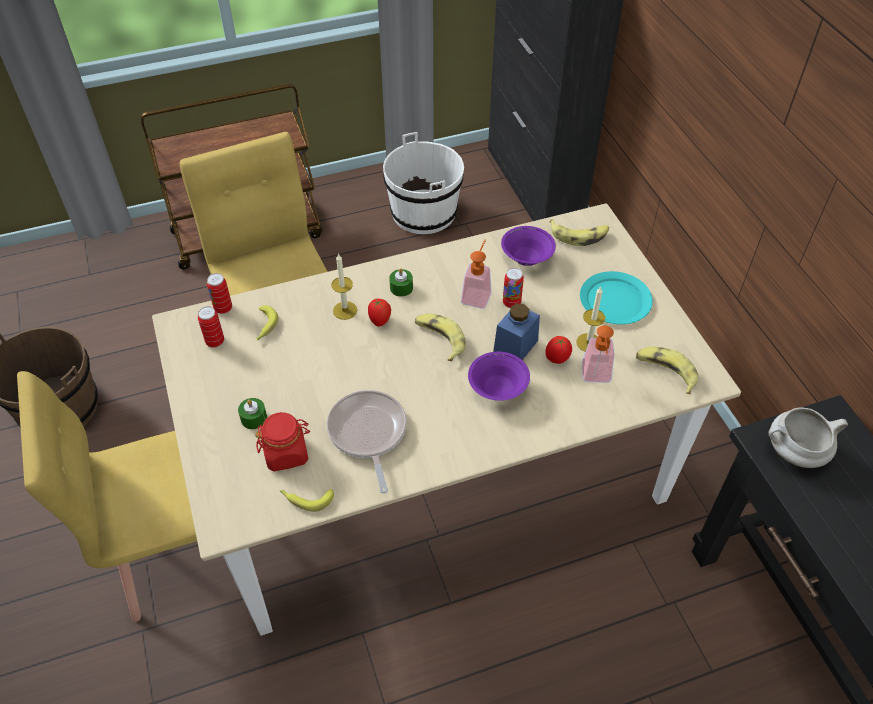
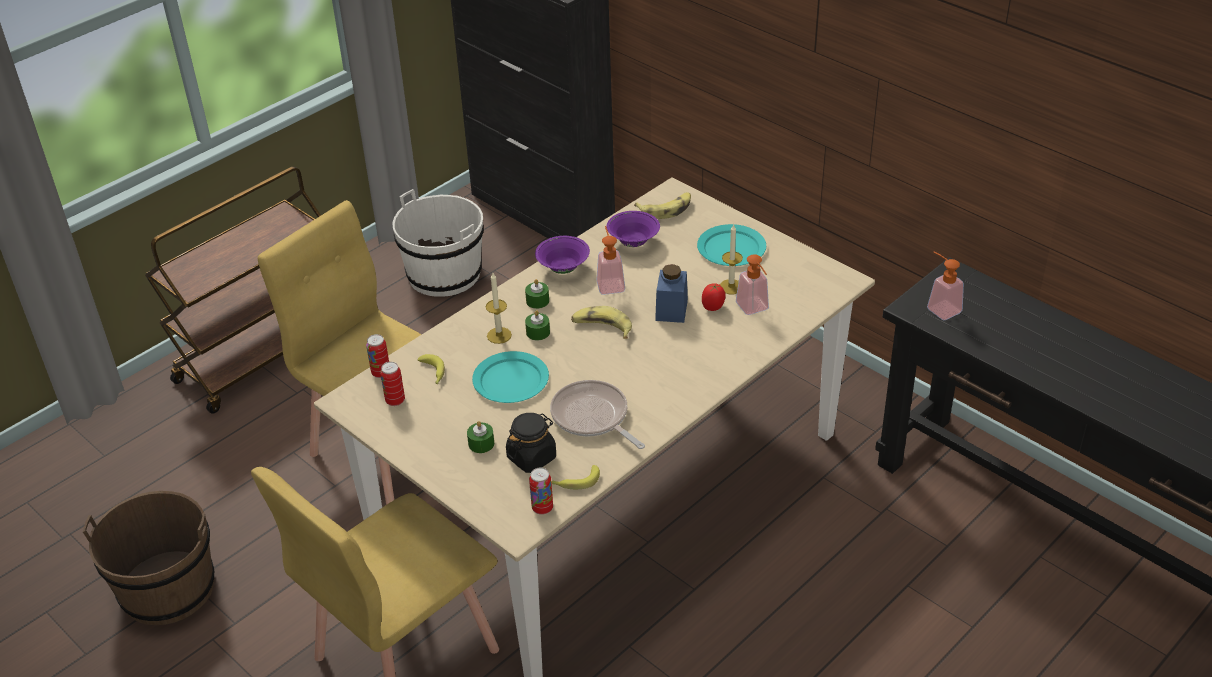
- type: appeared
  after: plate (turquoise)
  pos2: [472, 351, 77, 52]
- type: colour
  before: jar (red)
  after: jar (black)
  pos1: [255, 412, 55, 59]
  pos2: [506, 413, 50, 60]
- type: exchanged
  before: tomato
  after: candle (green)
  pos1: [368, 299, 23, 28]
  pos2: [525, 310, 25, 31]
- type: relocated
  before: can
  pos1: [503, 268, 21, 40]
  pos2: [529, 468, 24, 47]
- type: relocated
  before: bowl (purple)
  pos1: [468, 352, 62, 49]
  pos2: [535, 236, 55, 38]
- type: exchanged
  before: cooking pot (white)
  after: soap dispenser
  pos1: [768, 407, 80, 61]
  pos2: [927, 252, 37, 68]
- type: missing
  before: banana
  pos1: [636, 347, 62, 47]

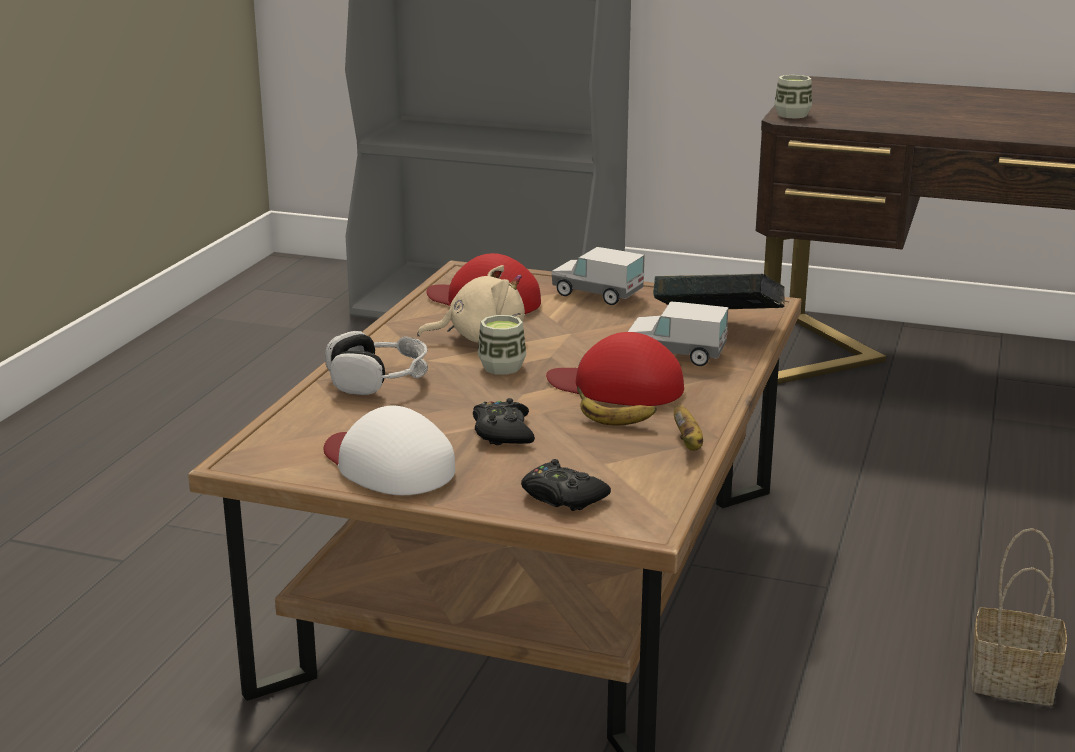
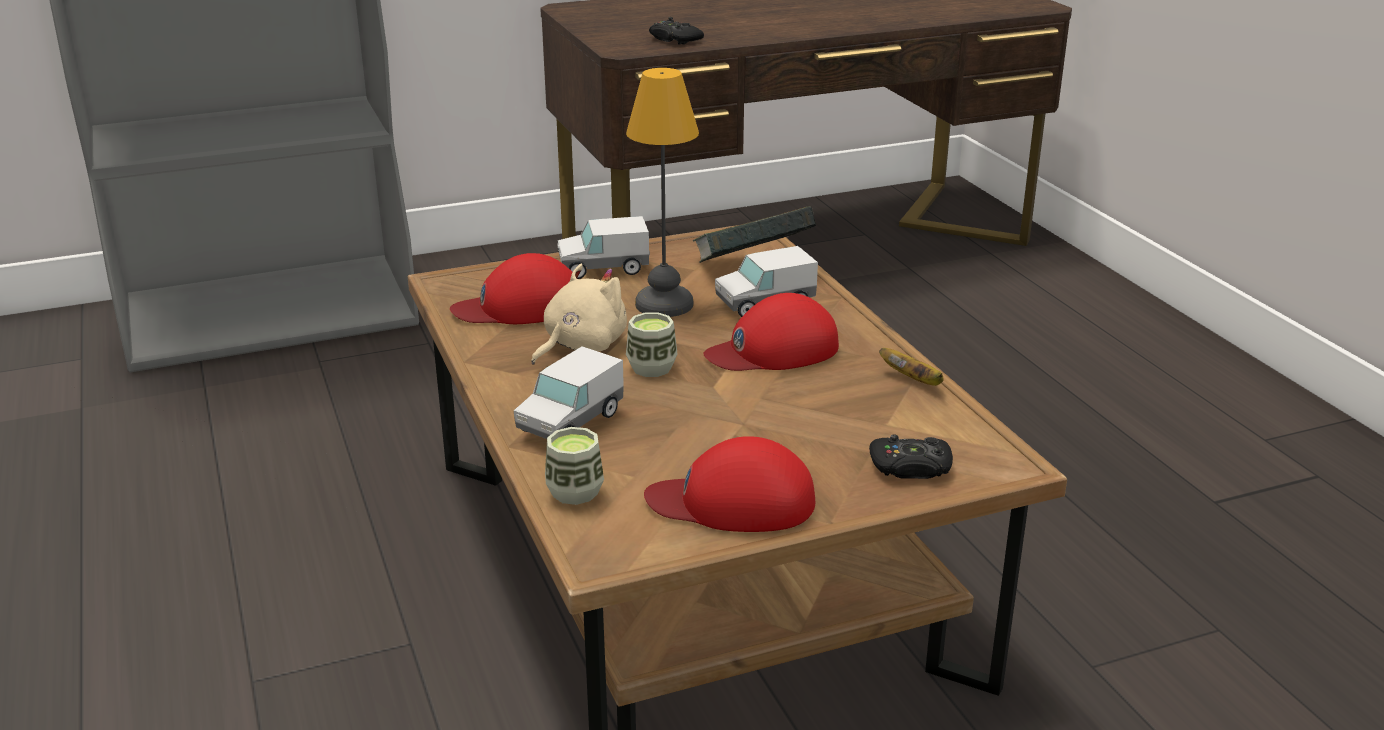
- type: exchanged
  before: headphones
  after: toy truck
  pos1: [325, 331, 103, 64]
  pos2: [514, 346, 110, 93]
- type: relocated
  before: cup
  pos1: [774, 75, 38, 44]
  pos2: [545, 427, 59, 78]
- type: appeared
  after: table lamp
  pos2: [626, 68, 73, 249]
- type: colour
  before: cap (white)
  after: cap (red)
  pos1: [324, 406, 131, 89]
  pos2: [644, 436, 171, 96]
- type: relocated
  before: game controller (black)
  pos1: [473, 398, 62, 47]
  pos2: [649, 17, 55, 28]
- type: missing
  before: banana
  pos1: [577, 387, 80, 38]
- type: missing
  before: basket
  pos1: [972, 528, 95, 178]

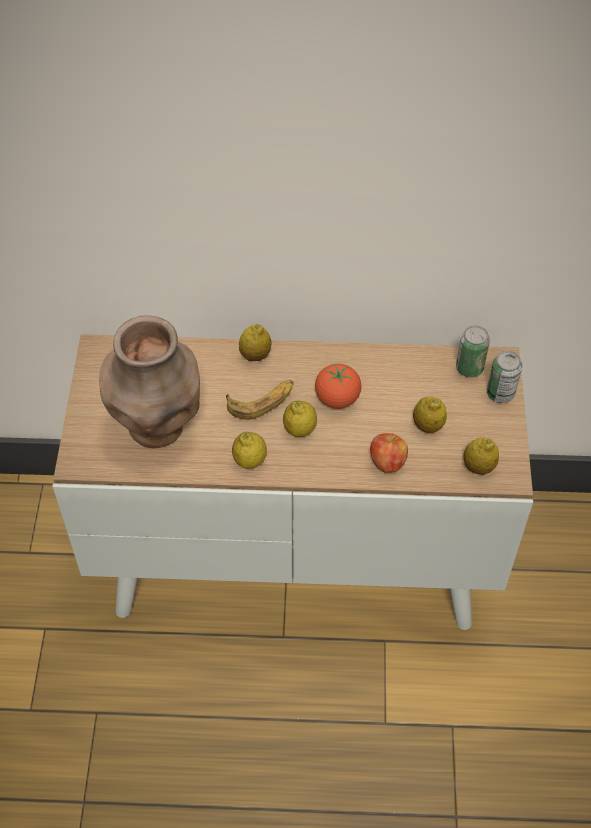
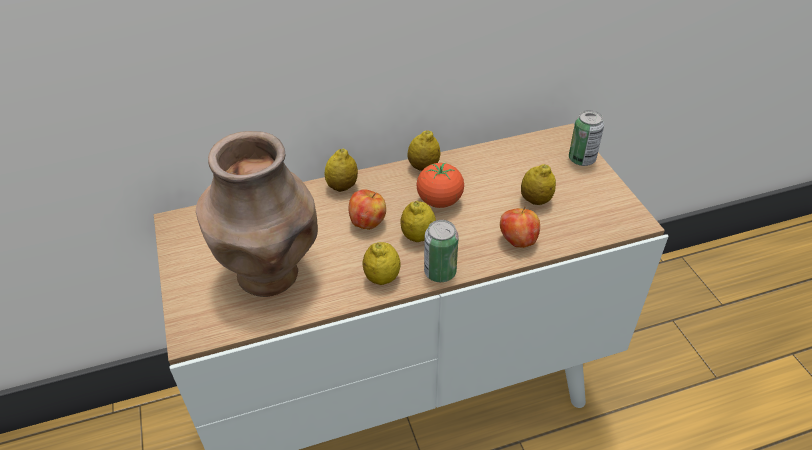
- type: exchanged
  before: banana
  after: apple
  pos1: [226, 380, 68, 40]
  pos2: [348, 189, 38, 41]
- type: relocated
  before: lemon
  pos1: [463, 438, 36, 37]
  pos2: [407, 130, 34, 41]
- type: relocated
  before: can
  pos1: [456, 325, 34, 52]
  pos2: [424, 220, 35, 62]

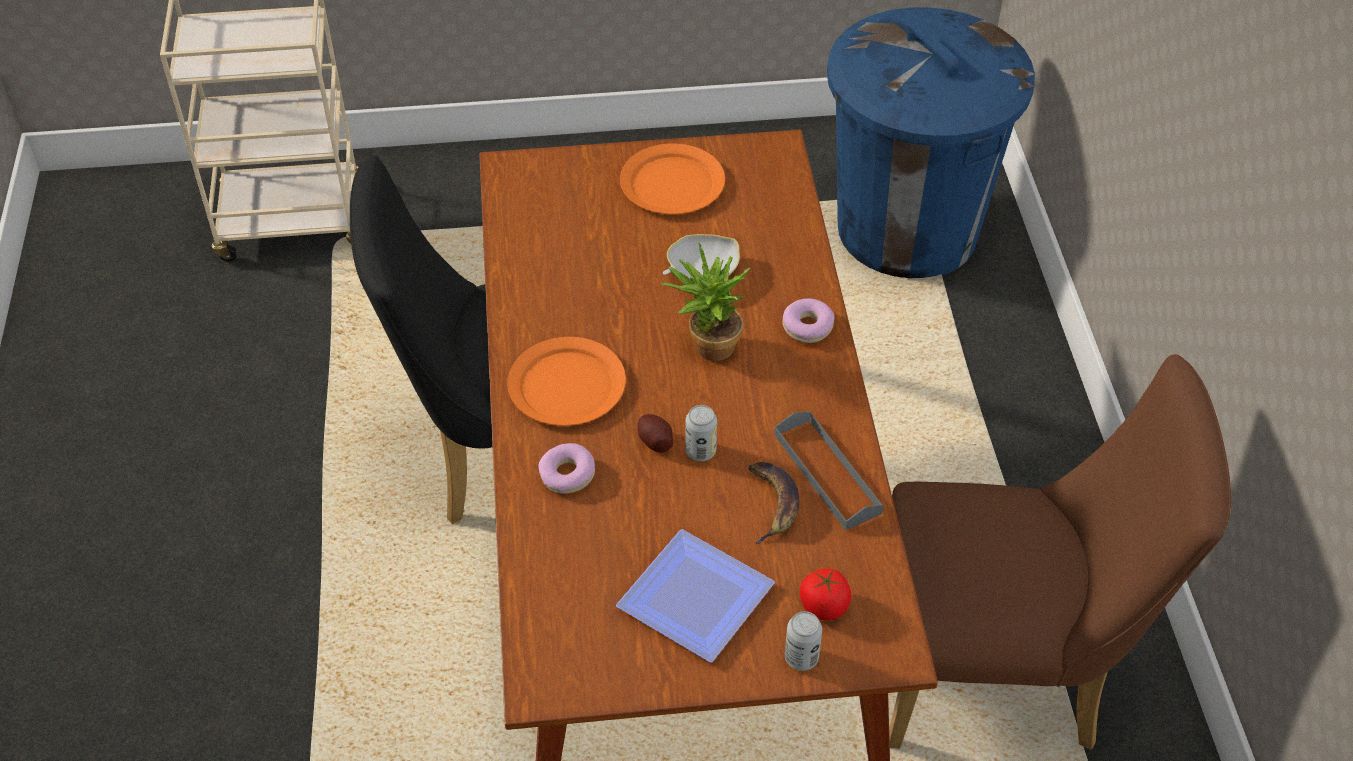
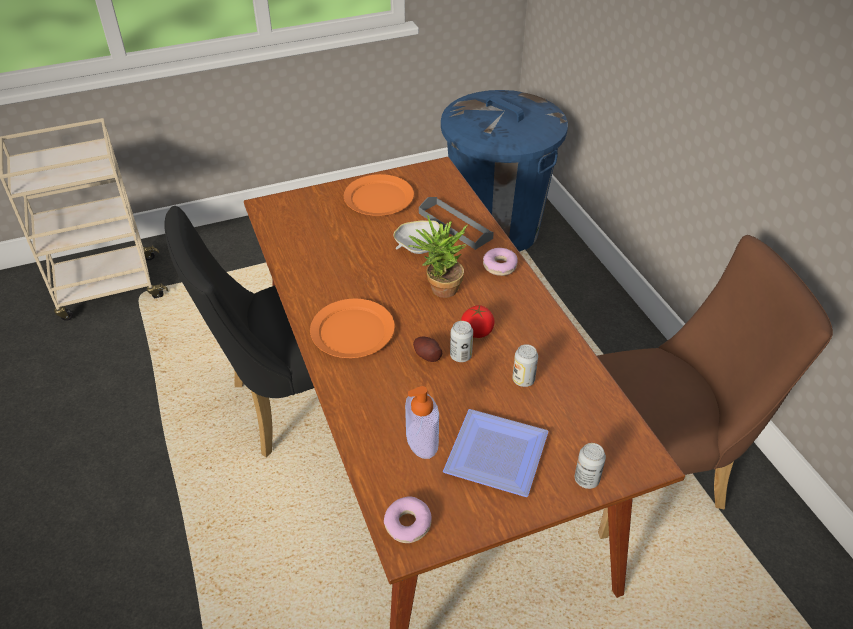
- type: relocated
  before: donut
  pos1: [538, 443, 57, 51]
  pos2: [384, 496, 48, 47]
- type: appeared
  after: soap dispenser
  pos2: [405, 386, 34, 73]
- type: relocated
  before: tray (grey)
  pos1: [774, 411, 110, 120]
  pos2: [419, 197, 75, 53]
- type: relocated
  before: tomato
  pos1: [800, 569, 51, 51]
  pos2: [461, 305, 34, 33]
- type: exchanged
  before: banana
  after: can
  pos1: [748, 462, 51, 82]
  pos2: [512, 344, 26, 43]

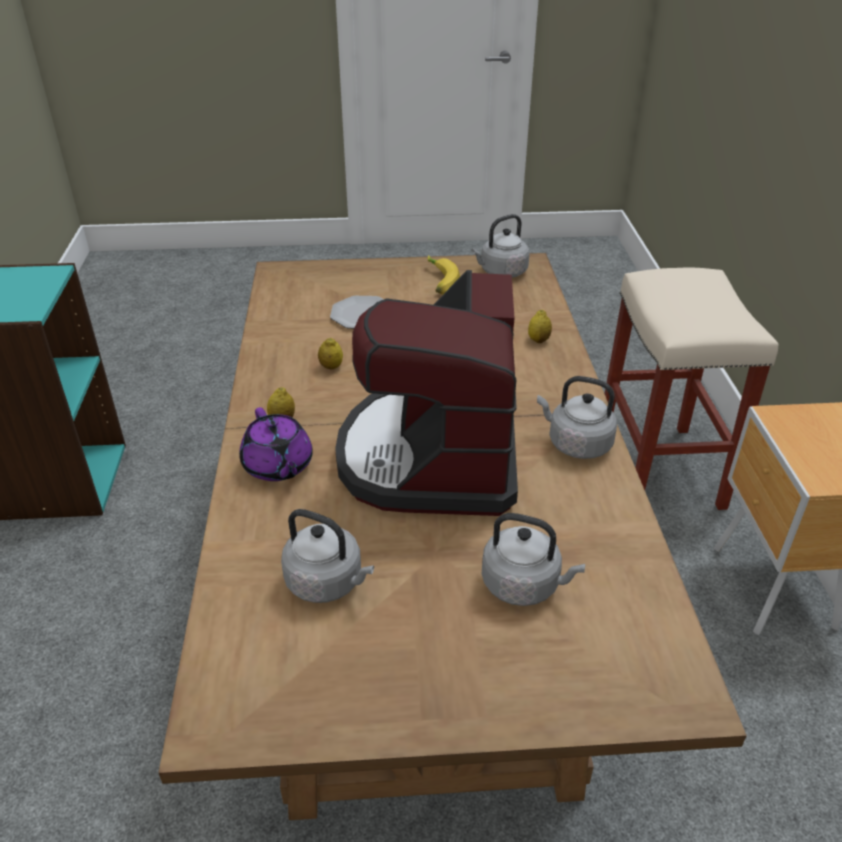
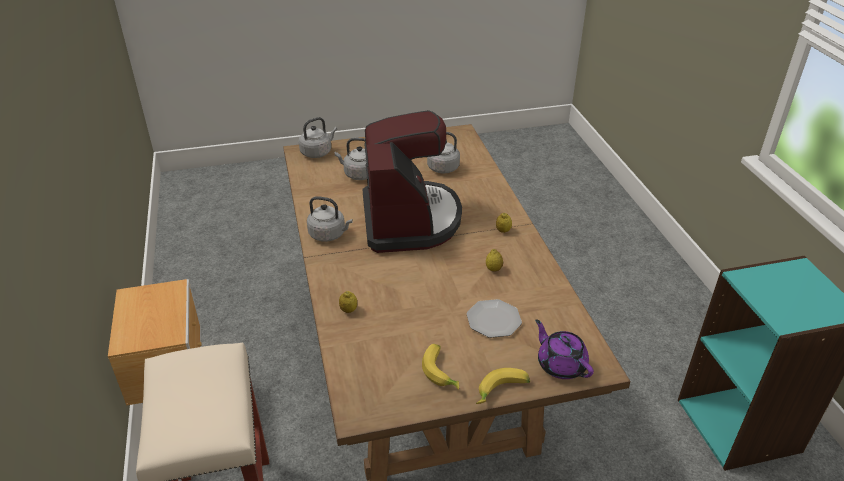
- type: relocated
  before: kettle (grey)
  pos1: [471, 214, 59, 64]
  pos2: [299, 117, 38, 41]
- type: appeared
  after: banana
  pos2: [476, 368, 54, 36]
- type: relocated
  before: teapot (purple)
  pos1: [239, 407, 74, 74]
  pos2: [535, 319, 59, 60]

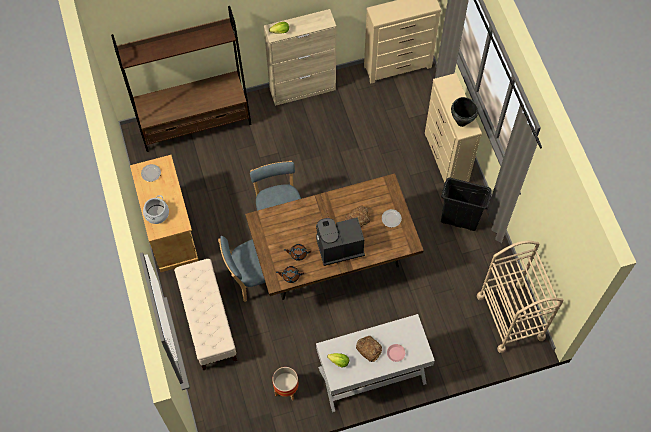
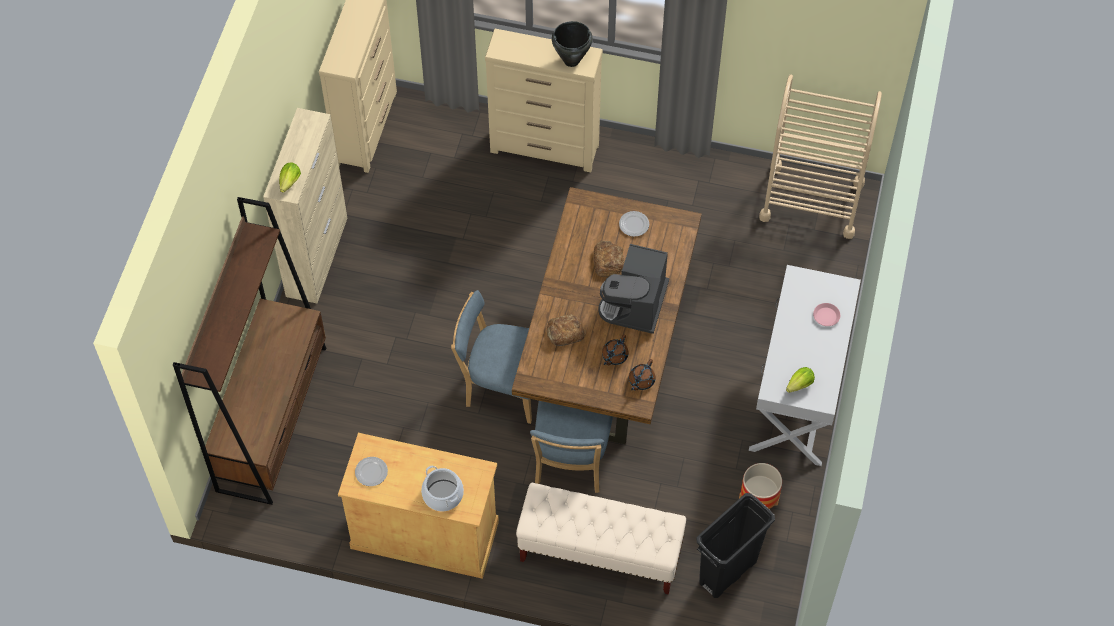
- type: relocated
  before: bread
  pos1: [356, 336, 26, 26]
  pos2: [546, 314, 40, 32]
- type: relocated
  before: trash can (black)
  pos1: [441, 177, 51, 54]
  pos2: [696, 493, 79, 105]

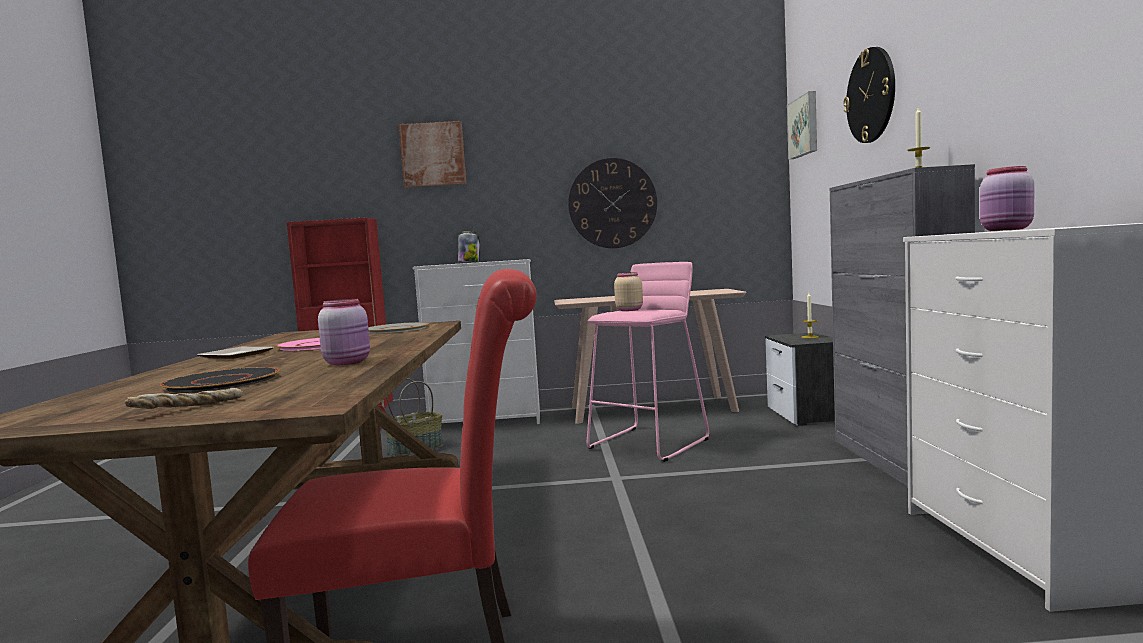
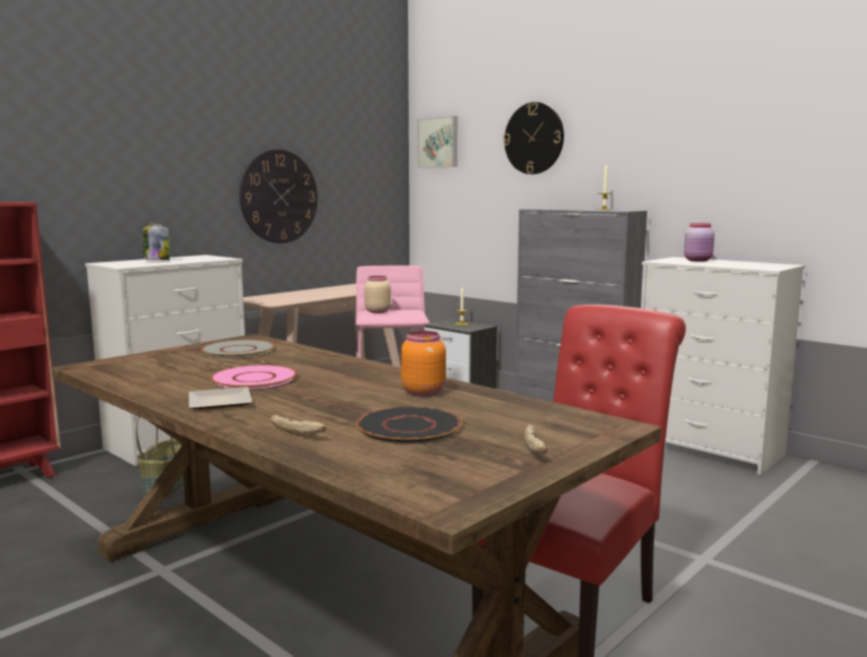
- type: appeared
  after: bread
  pos2: [271, 415, 55, 19]
- type: colour
  before: jar (pink)
  after: jar (orange)
  pos1: [318, 299, 52, 66]
  pos2: [401, 331, 45, 65]
- type: missing
  before: picture
  pos1: [399, 121, 67, 67]

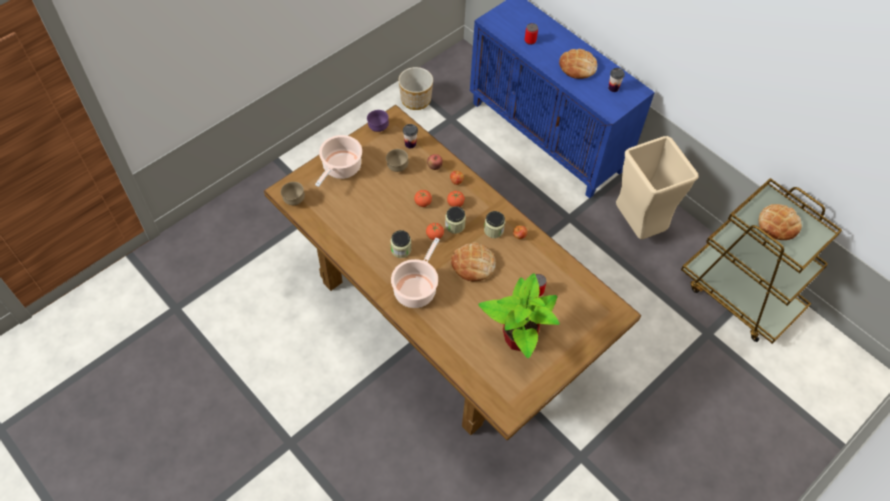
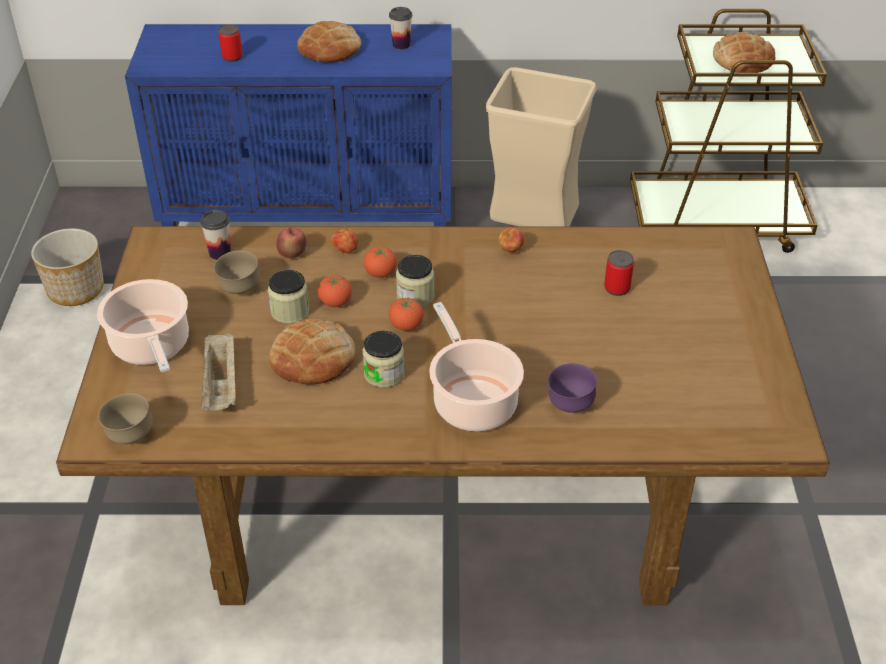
- type: appeared
  after: tray (beige)
  pos2: [201, 333, 35, 78]
- type: relocated
  before: jar
  pos1: [484, 211, 21, 27]
  pos2: [268, 270, 41, 54]
- type: relocated
  before: bread
  pos1: [451, 242, 45, 39]
  pos2: [269, 319, 87, 65]
- type: relocated
  before: bowl (purple)
  pos1: [367, 110, 22, 22]
  pos2: [548, 363, 49, 50]
- type: missing
  before: potted plant
  pos1: [478, 273, 82, 85]

